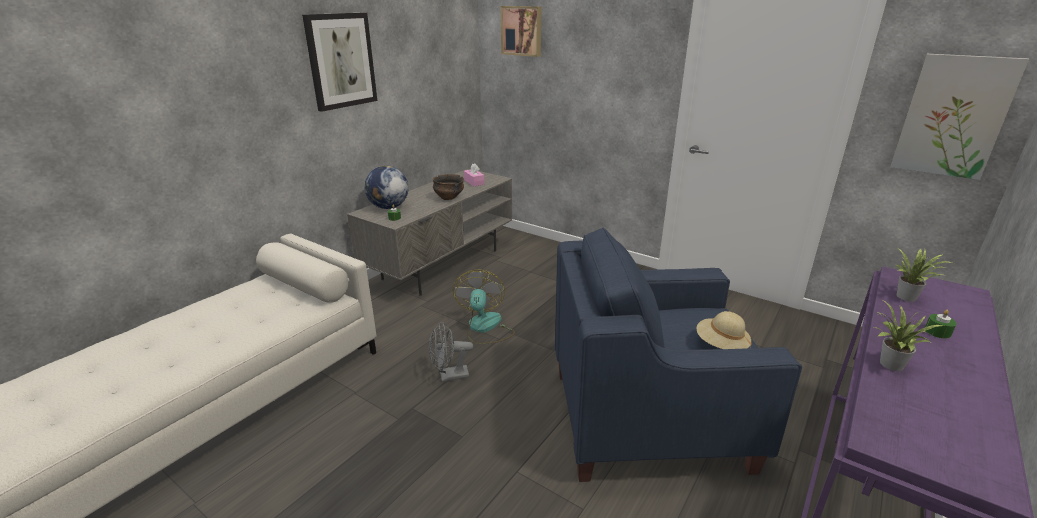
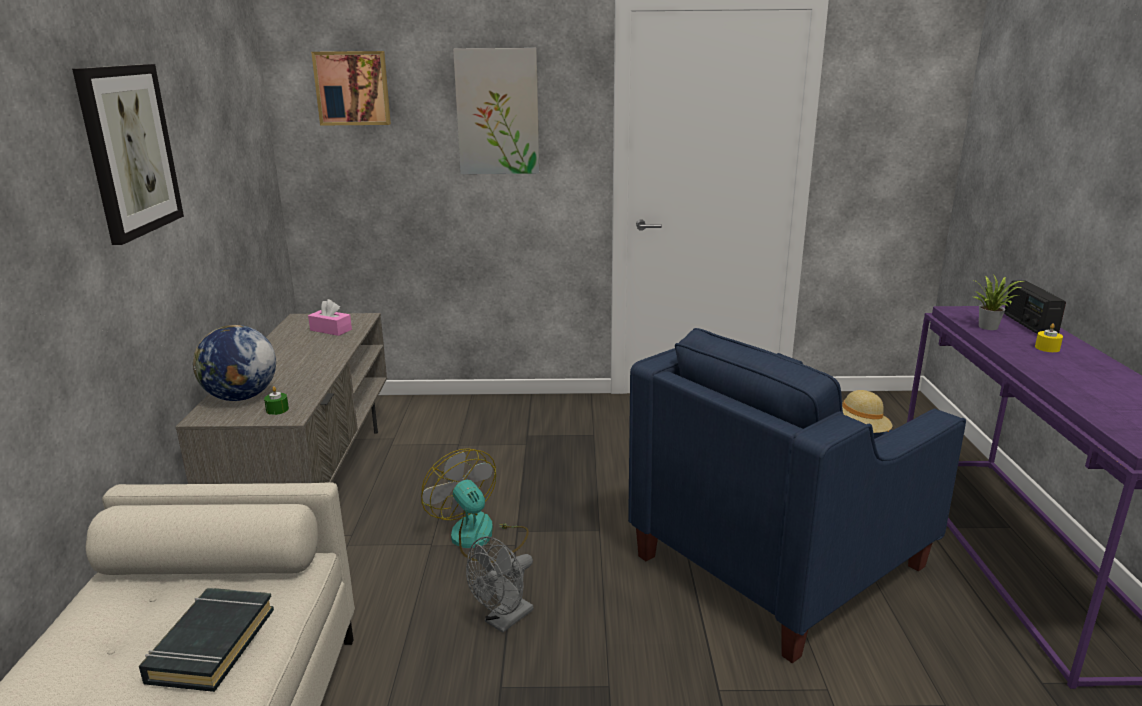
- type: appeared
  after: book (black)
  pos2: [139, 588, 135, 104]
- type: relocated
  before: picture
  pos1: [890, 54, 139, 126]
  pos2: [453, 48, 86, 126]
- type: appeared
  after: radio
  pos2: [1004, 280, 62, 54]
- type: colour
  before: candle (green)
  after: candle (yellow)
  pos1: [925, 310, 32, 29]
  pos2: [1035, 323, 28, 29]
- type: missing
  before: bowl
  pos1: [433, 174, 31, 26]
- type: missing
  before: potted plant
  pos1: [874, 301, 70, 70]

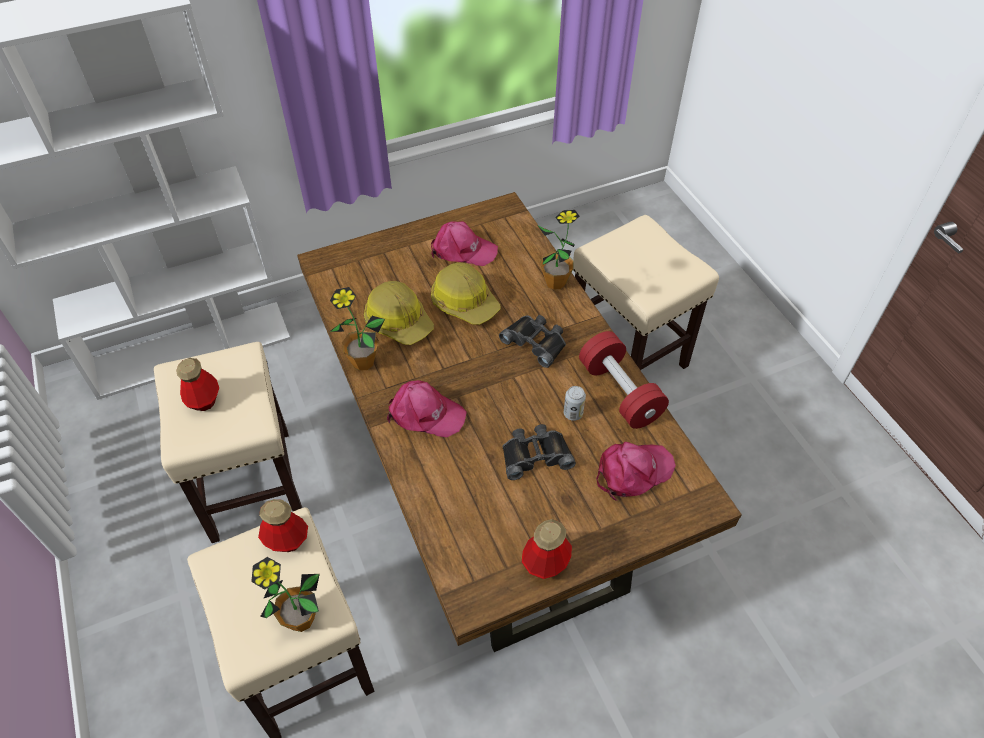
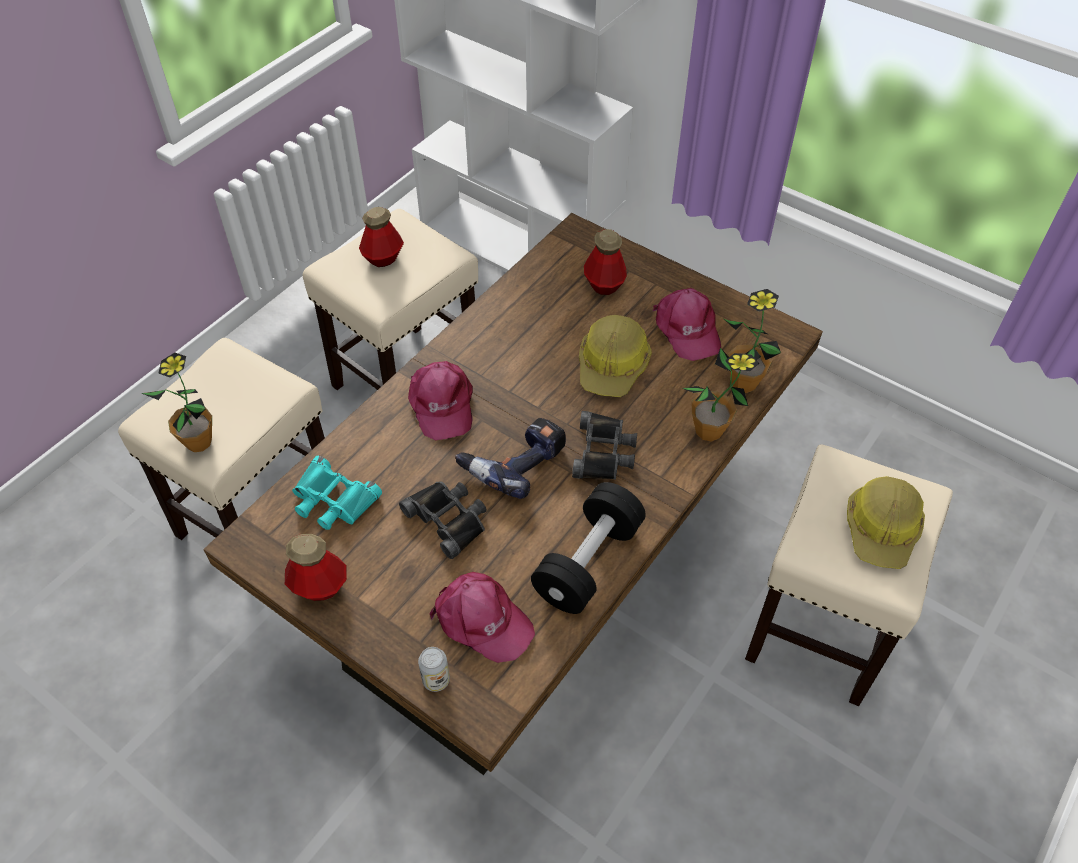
- type: appeared
  after: binoculars (turquoise)
  pos2: [292, 456, 90, 74]
- type: relocated
  before: can
  pos1: [564, 386, 22, 35]
  pos2: [418, 647, 32, 45]
- type: appeared
  after: power drill
  pos2: [455, 418, 111, 81]
- type: colour
  before: dumbbell (red)
  after: dumbbell (black)
  pos1: [579, 331, 90, 98]
  pos2: [531, 482, 115, 132]
- type: relocated
  before: bottle
  pos1: [258, 499, 50, 53]
  pos2: [584, 229, 43, 66]
- type: relocated
  before: potted plant
  pos1: [329, 287, 56, 84]
  pos2: [724, 289, 57, 104]
- type: relocated
  before: hard hat
  pos1: [364, 281, 70, 64]
  pos2: [847, 476, 78, 93]

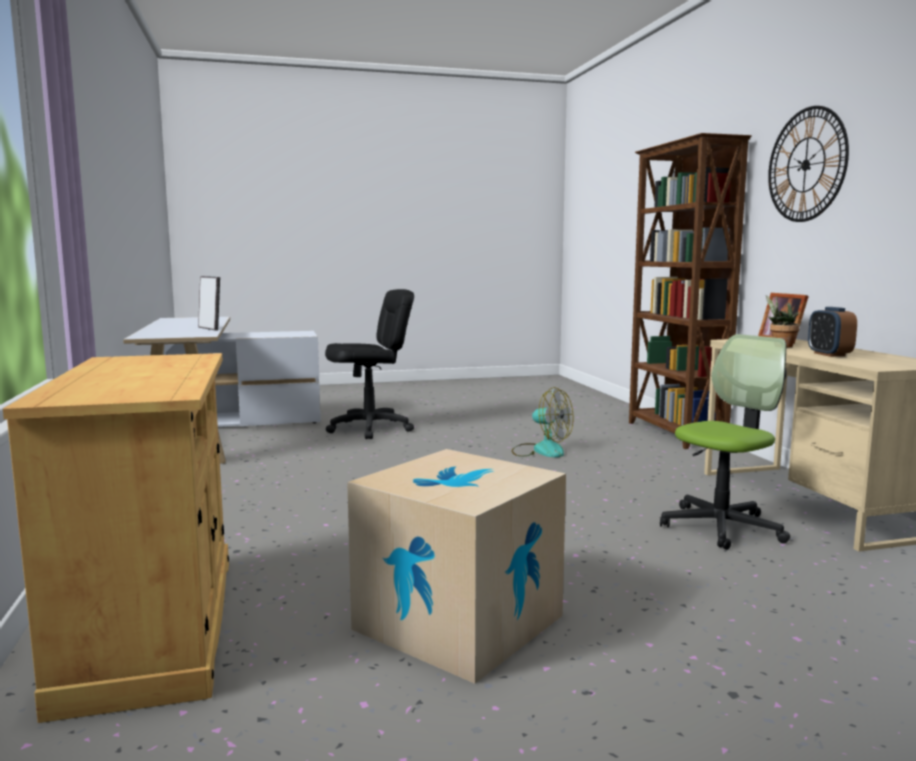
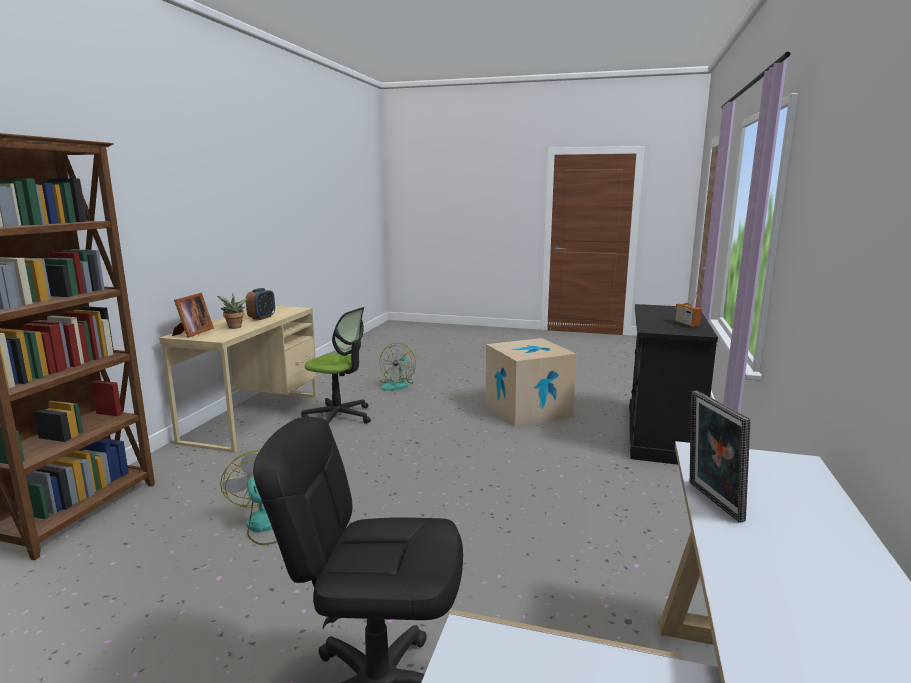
- type: spun
  before: office chair
  pos1: [660, 334, 130, 216]
  pos2: [301, 307, 70, 117]
  turn: -150
- type: appeared
  after: fan
  pos2: [379, 343, 37, 48]
- type: colour
  before: cabinet (beige)
  after: cabinet (black)
  pos1: [3, 353, 226, 370]
  pos2: [629, 304, 89, 161]
- type: appeared
  after: radio
  pos2: [675, 286, 27, 41]
- type: missing
  before: wall clock
  pos1: [768, 106, 81, 116]

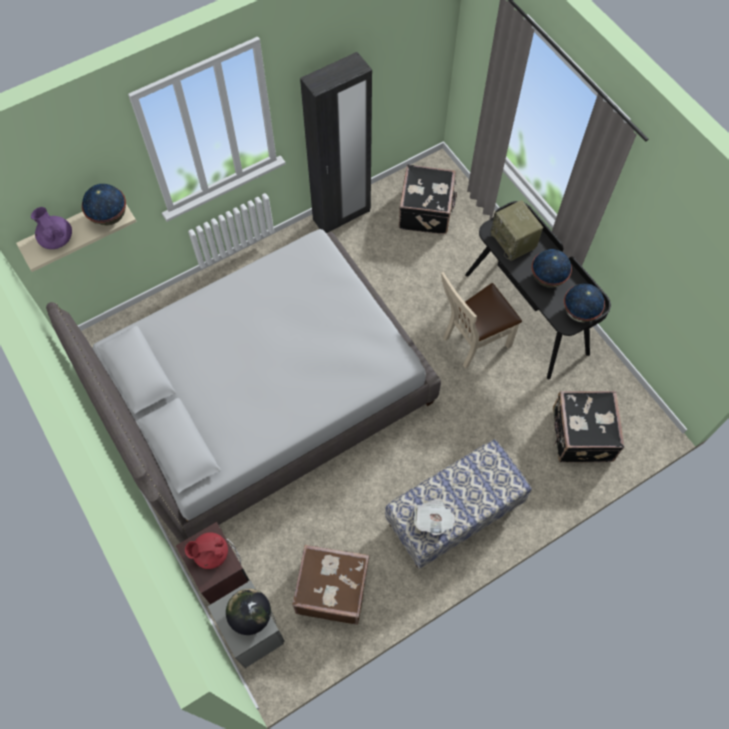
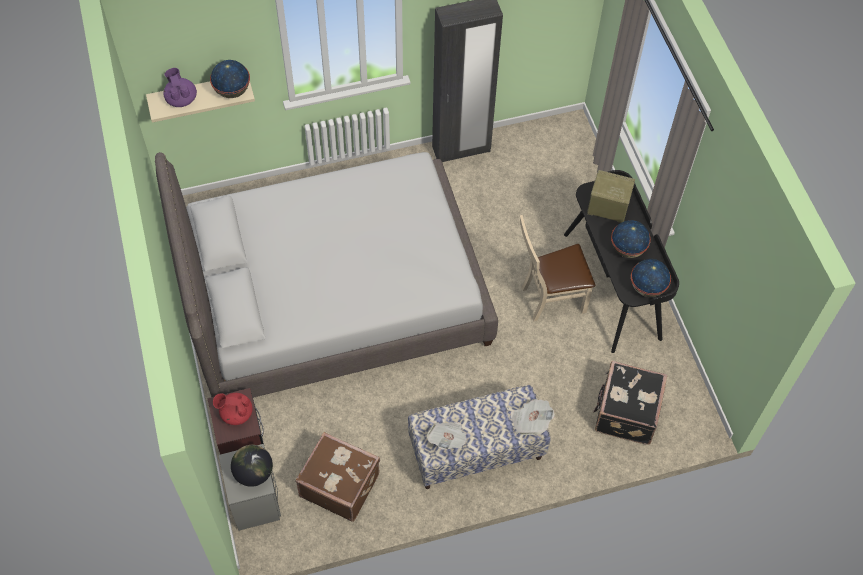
- type: appeared
  after: newspaper
  pos2: [510, 399, 45, 36]
- type: spun
  before: radio
  pos1: [491, 200, 52, 61]
  pos2: [587, 170, 48, 53]
  turn: 120
- type: missing
  before: suitcase (black)
  pos1: [398, 164, 59, 70]

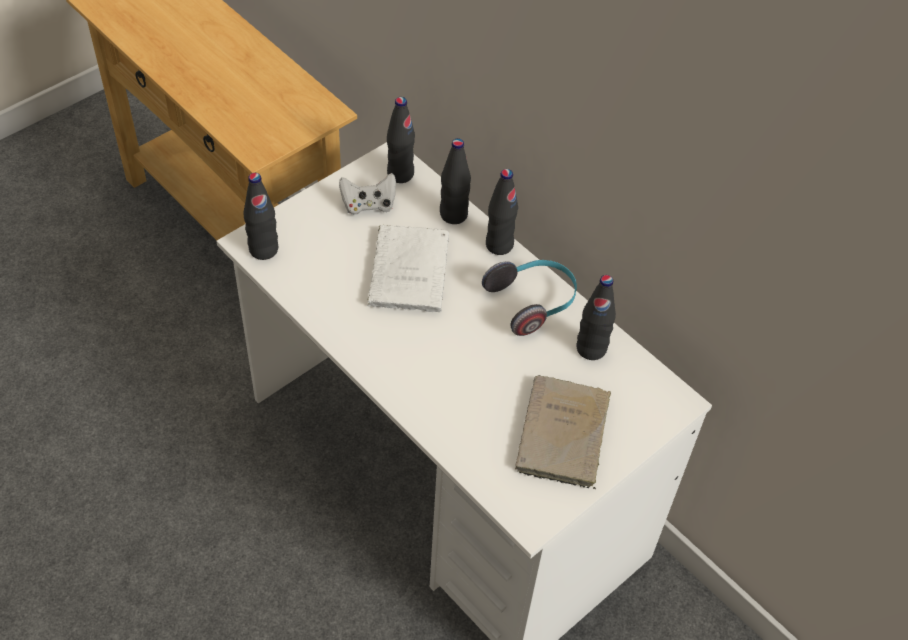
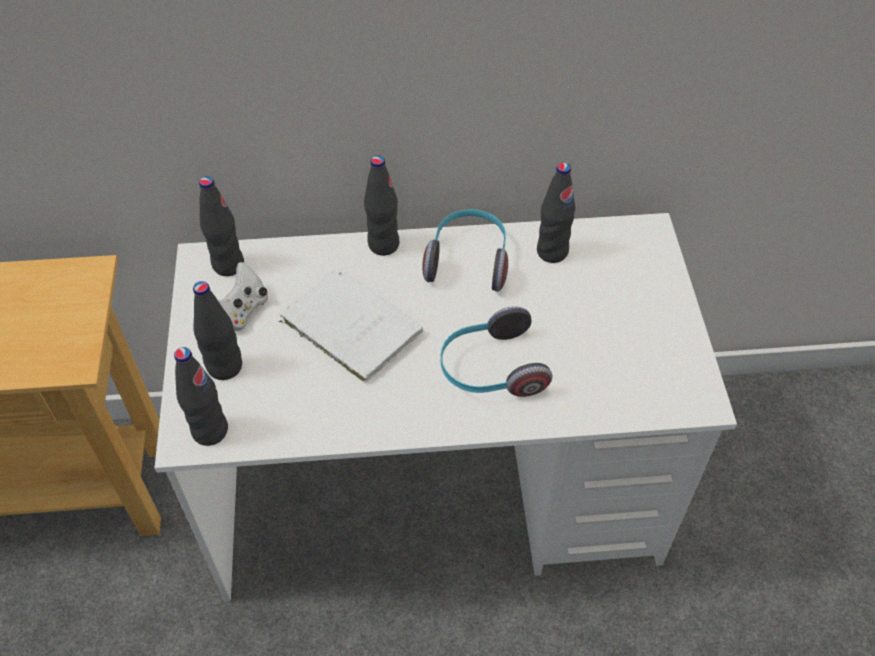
- type: relocated
  before: bottle (black)
  pos1: [440, 138, 31, 86]
  pos2: [193, 281, 49, 99]
- type: appeared
  after: headphones
  pos2: [440, 306, 113, 91]
- type: missing
  before: book (beige)
  pos1: [515, 375, 96, 115]

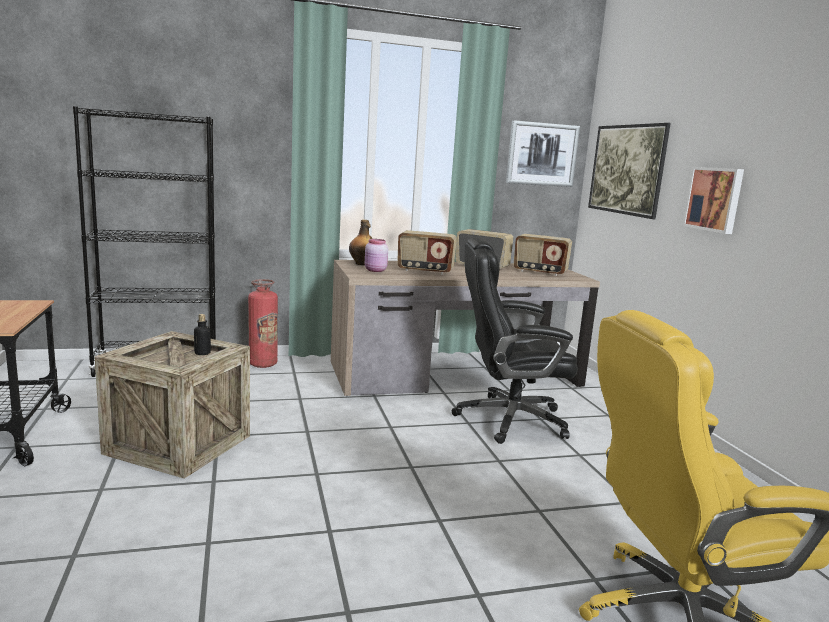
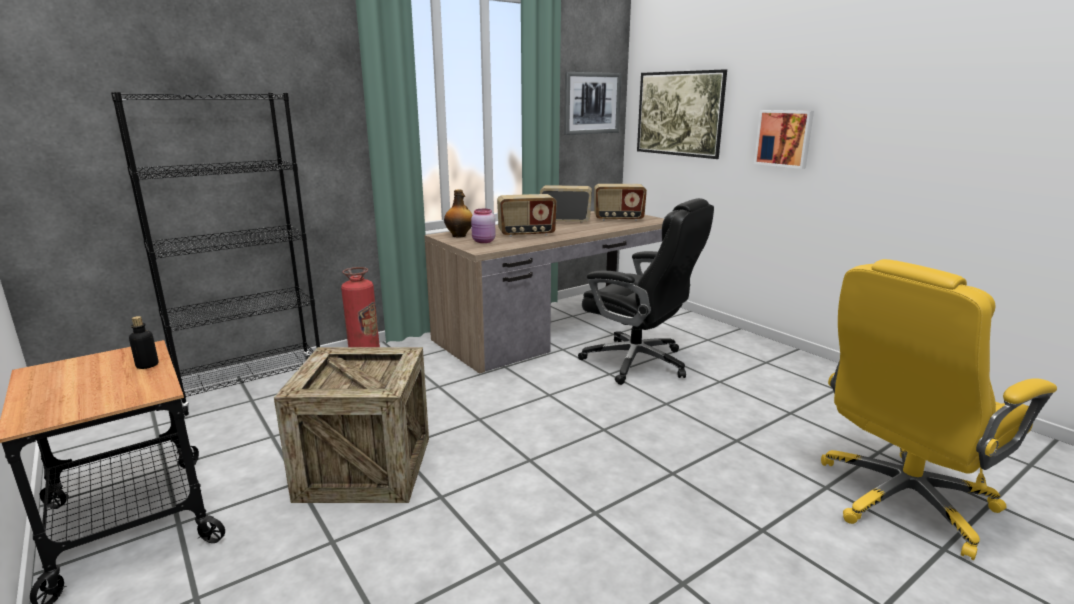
- type: relocated
  before: bottle
  pos1: [194, 314, 17, 41]
  pos2: [129, 316, 30, 53]
- type: spun
  before: office chair (black)
  pos1: [452, 237, 126, 207]
  pos2: [578, 198, 136, 187]
  turn: -120

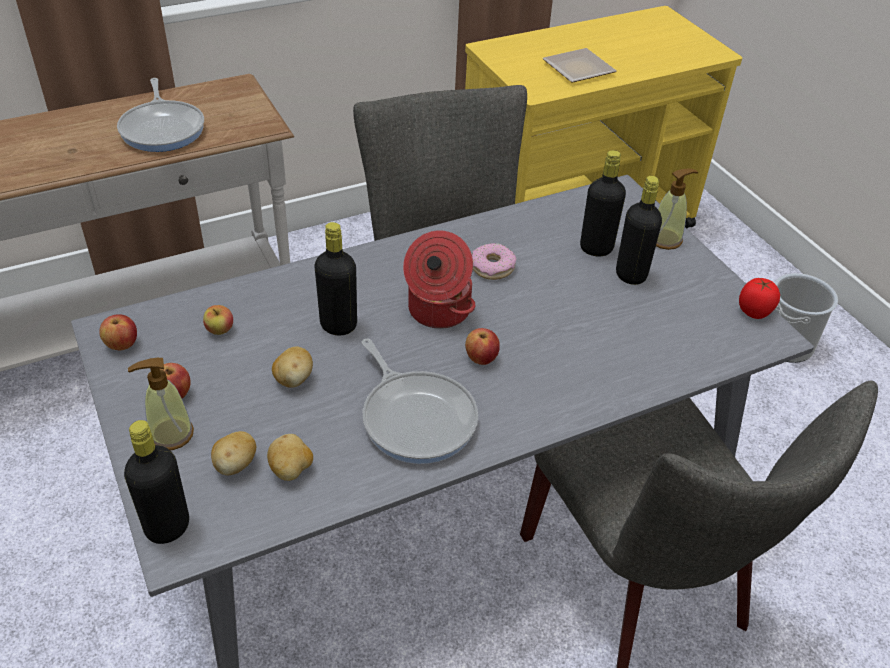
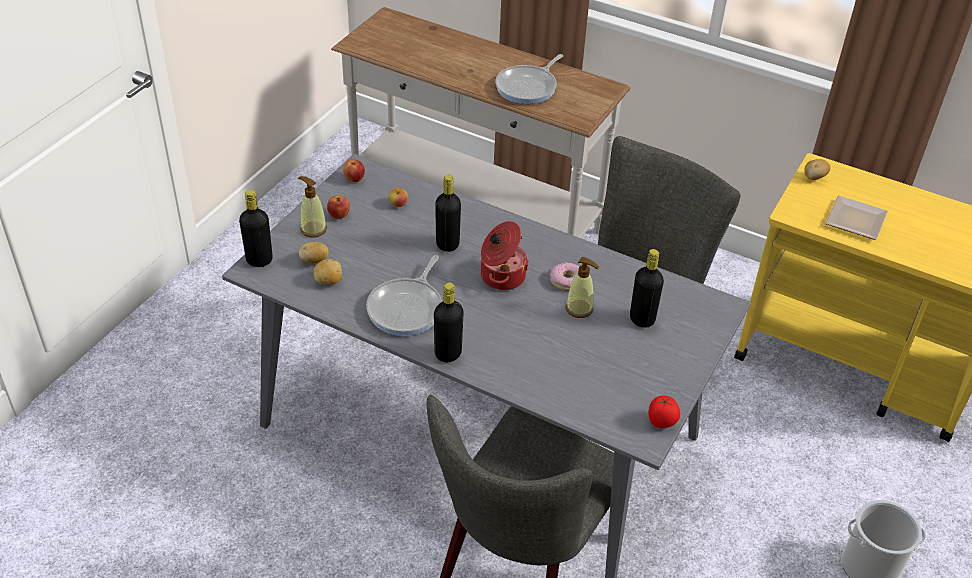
- type: relocated
  before: bottle (black)
  pos1: [616, 176, 46, 109]
  pos2: [434, 283, 30, 79]
- type: relocated
  before: soap dispenser
  pos1: [656, 168, 42, 82]
  pos2: [566, 257, 33, 61]
- type: relocated
  before: potato
  pos1: [272, 347, 41, 41]
  pos2: [804, 159, 26, 21]
- type: missing
  before: apple
  pos1: [465, 328, 35, 37]

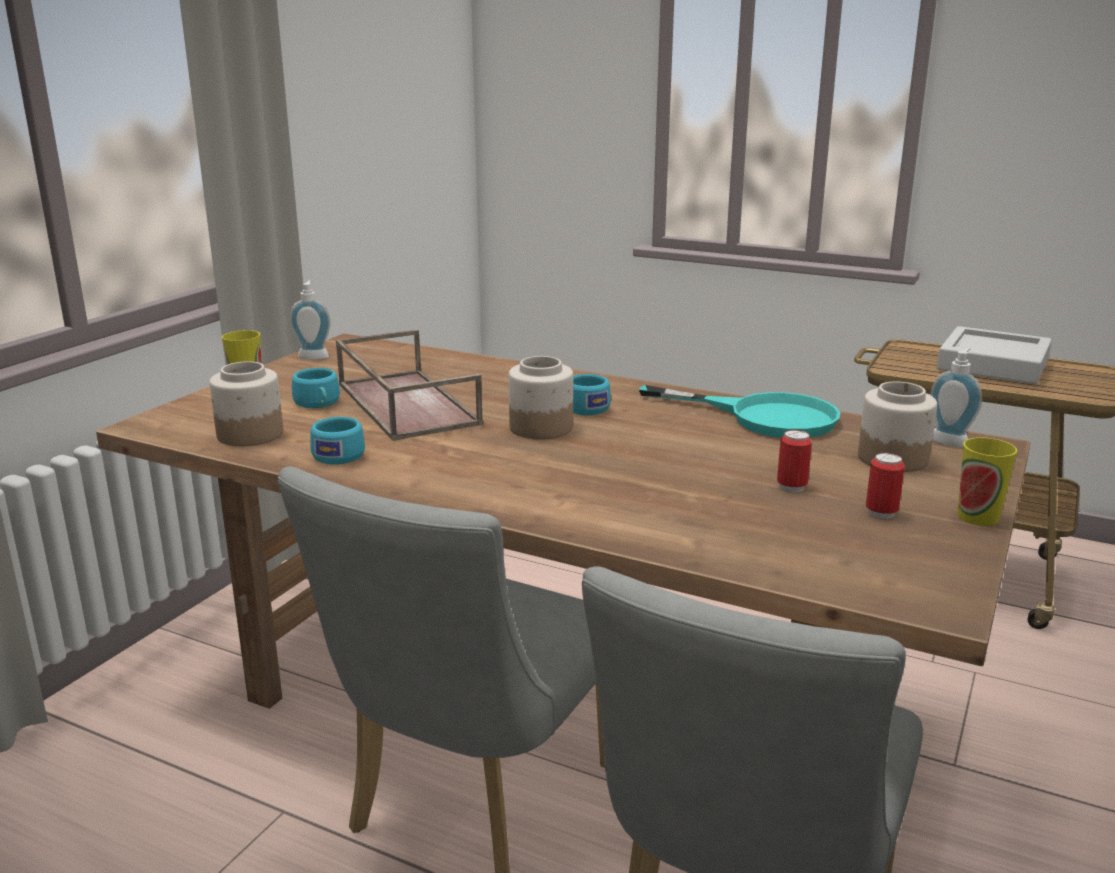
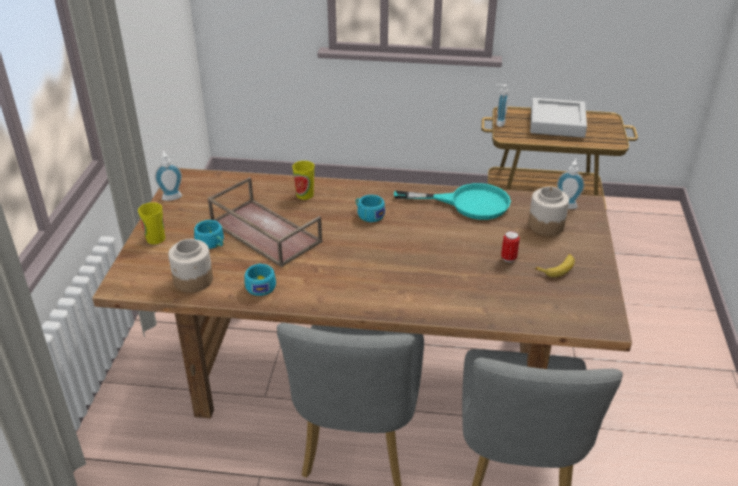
- type: relocated
  before: cup
  pos1: [957, 437, 60, 89]
  pos2: [293, 161, 22, 39]
- type: appeared
  after: soap dispenser
  pos2: [496, 84, 12, 43]
- type: exchanged
  before: can
  after: banana
  pos1: [866, 452, 39, 66]
  pos2: [535, 254, 40, 23]
- type: missing
  before: jar
  pos1: [509, 356, 64, 83]

